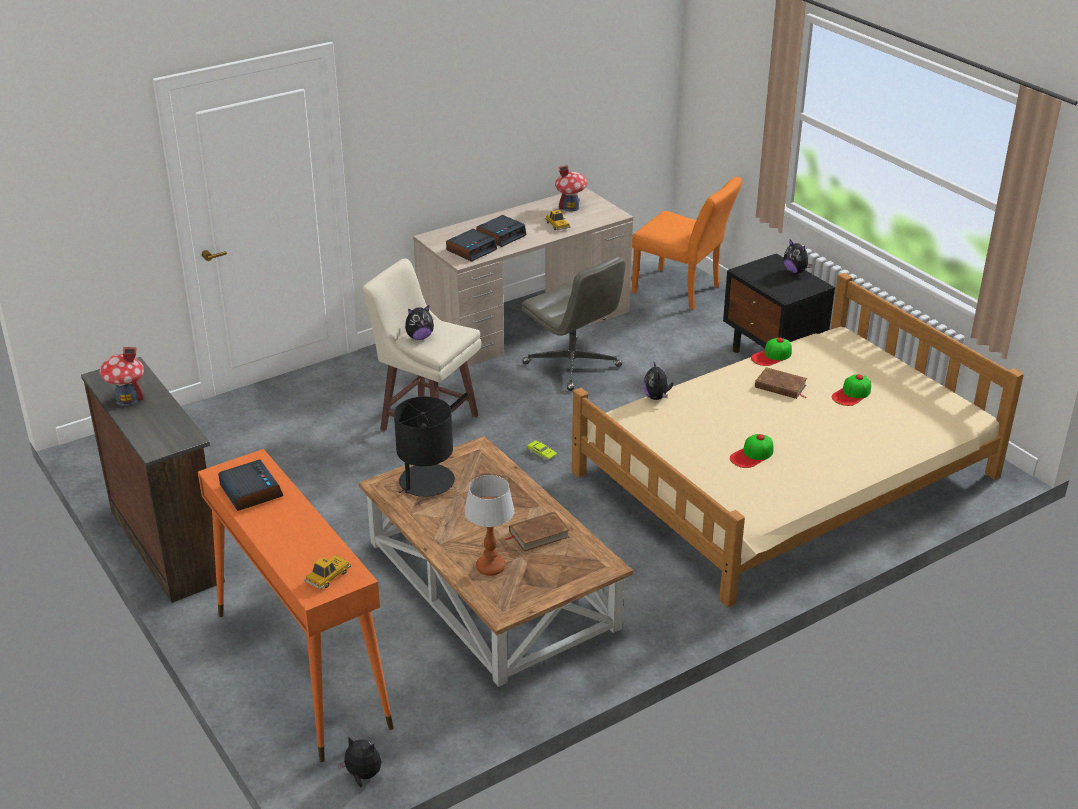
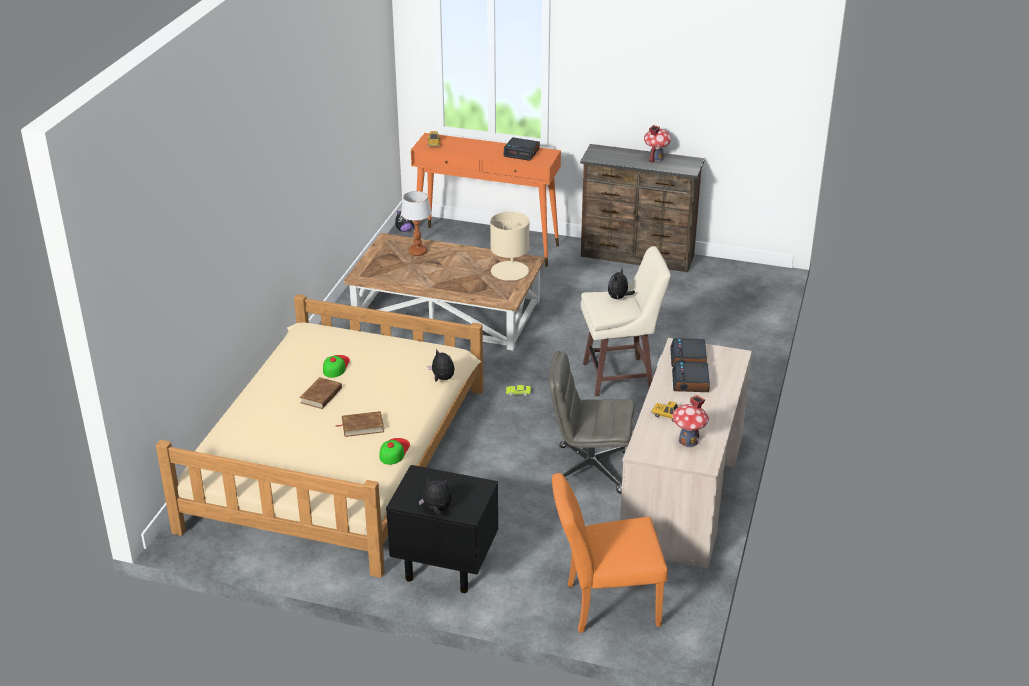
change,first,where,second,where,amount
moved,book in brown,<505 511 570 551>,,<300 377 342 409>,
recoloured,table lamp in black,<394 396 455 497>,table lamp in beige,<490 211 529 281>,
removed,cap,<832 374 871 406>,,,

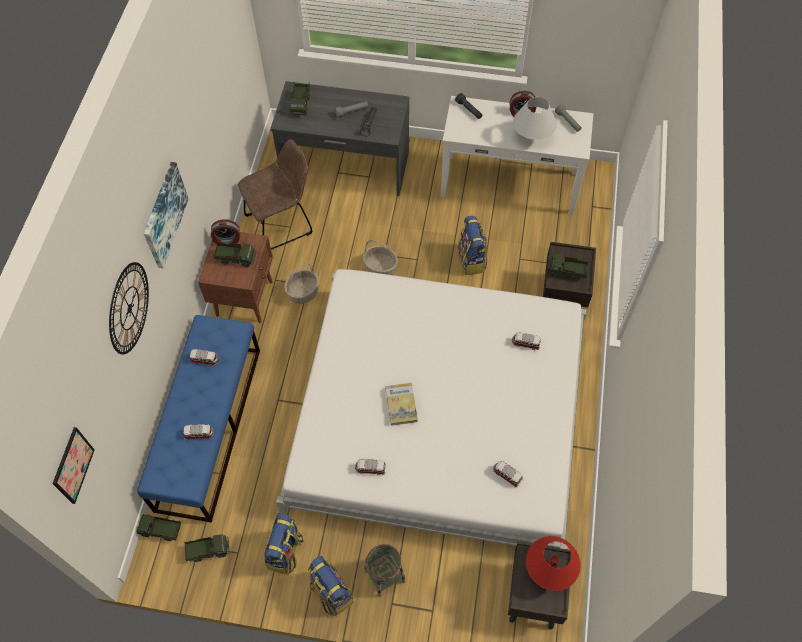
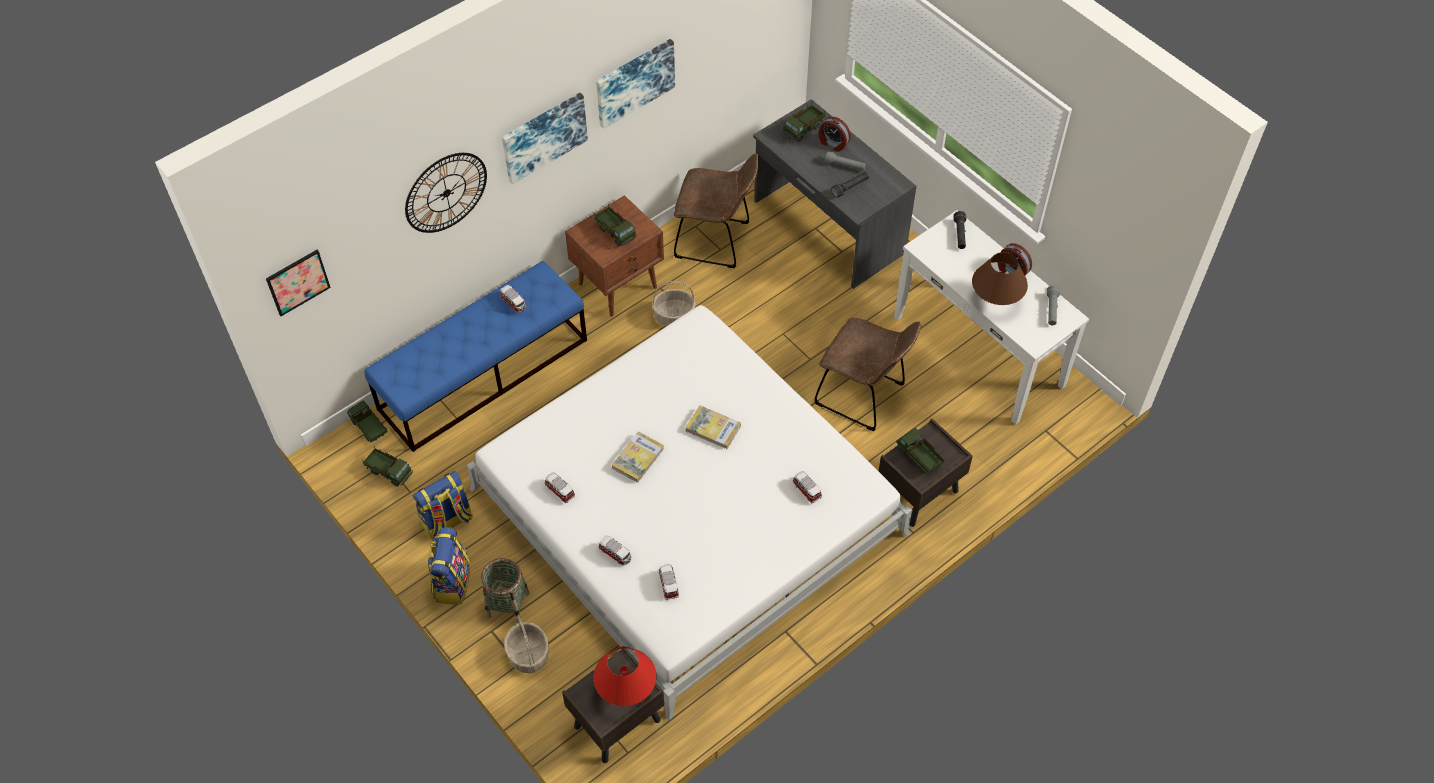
change,first,where,second,where,amount
moved,basket,<363 240 398 275>,,<504 615 549 673>,
added,,,picture,<596 39 675 129>,
moved,toy car,<184 425 214 440>,,<598 535 631 565>,
added,,,book,<685 405 741 449>,
replaced,backpack,<458 216 487 275>,chair in brown,<814 318 922 431>,
moved,alarm clock,<211 219 240 245>,,<819 117 851 152>,
recoloured,table lamp in white,<513 97 557 140>,table lamp in brown,<972 252 1028 305>,

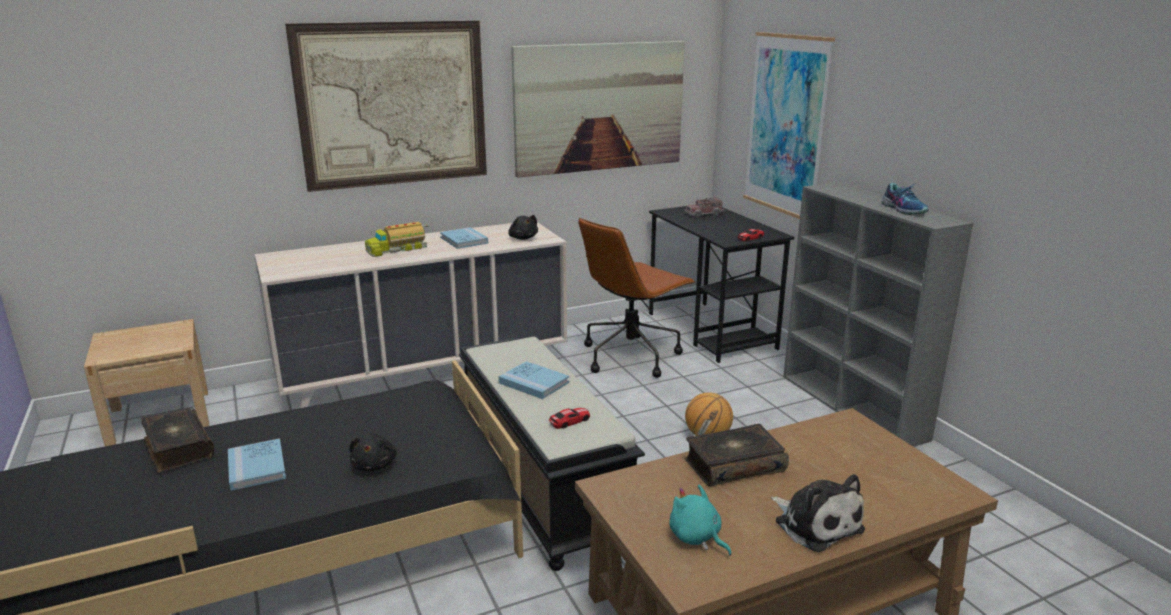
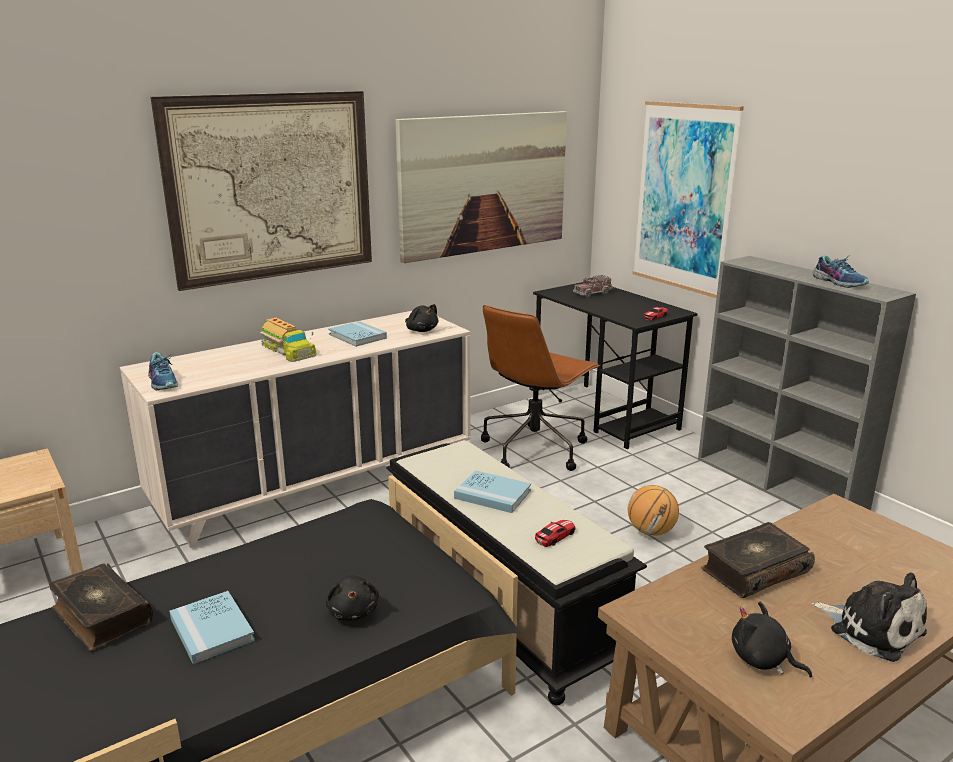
change,first,where,second,where,amount
added,,,shoe,<148 352 178 390>,
turned,toy truck,<365 222 428 257>,,<260 318 316 362>,90 degrees counterclockwise
recoloured,plush toy in turquoise,<669 485 731 555>,plush toy in black,<732 601 812 678>,

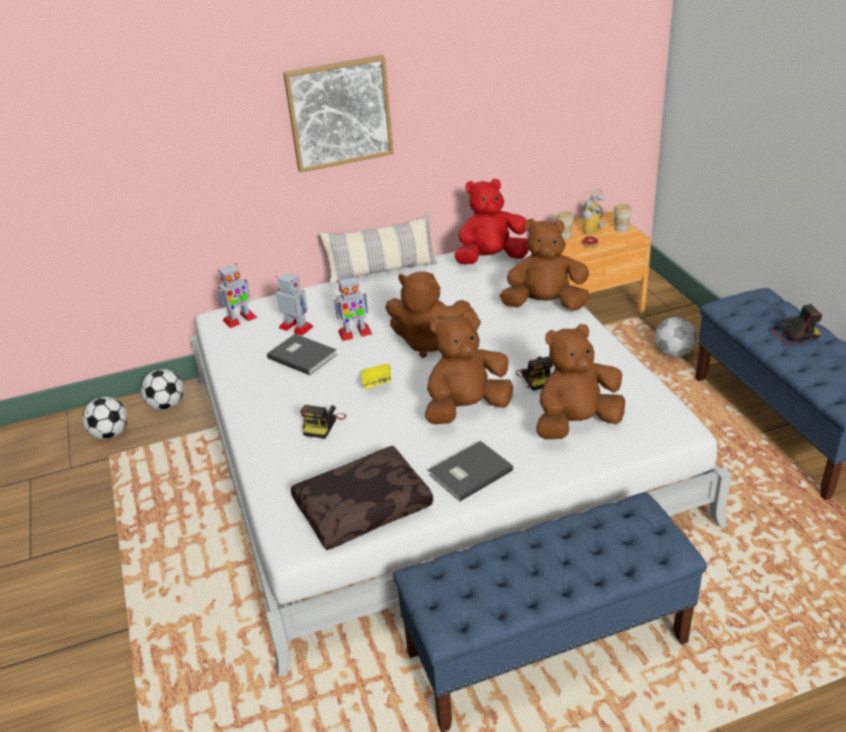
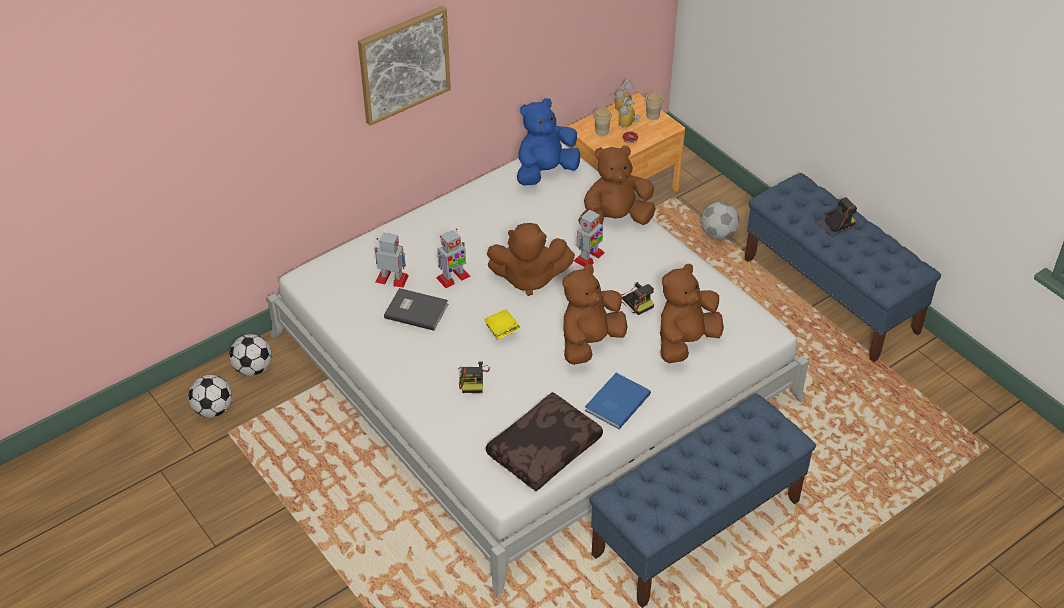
change,first,where,second,where,amount
recoloured,plush toy in red,<454 178 529 264>,plush toy in blue,<517 98 580 186>,
moved,toy robot,<217 263 258 328>,,<574 208 605 267>,
recoloured,book in grey,<429 441 513 502>,book in blue,<585 373 651 429>,
removed,pillow,<320 214 437 285>,,,

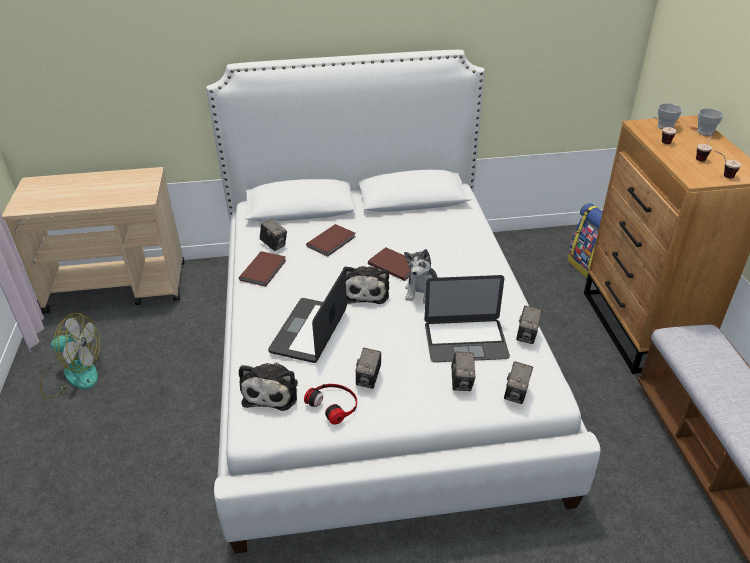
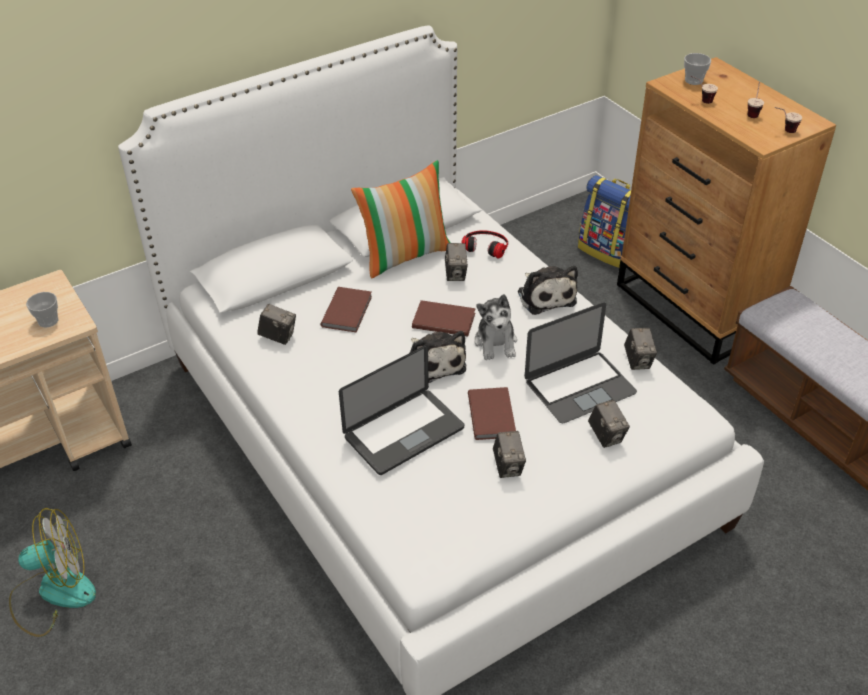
change,first,where,second,where,amount
moved,cup,<697 108 724 136>,,<26 292 58 328>,
turned,laptop,<268 268 347 363>,,<339 345 464 475>,120 degrees counterclockwise
added,,,pillow,<351 160 451 279>,
moved,photo camera,<504 361 533 404>,,<445 243 468 281>,
moved,headphones,<304 384 357 425>,,<462 230 508 259>,
moved,book in brown,<239 251 286 287>,,<468 387 516 440>,
moved,plush toy,<239 362 298 411>,,<518 266 578 315>,

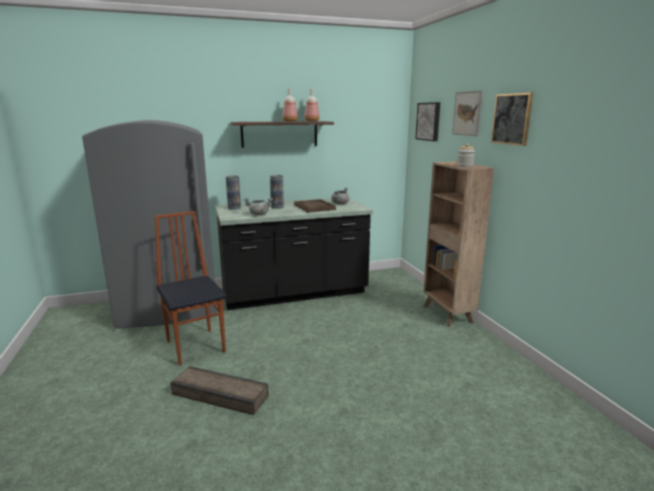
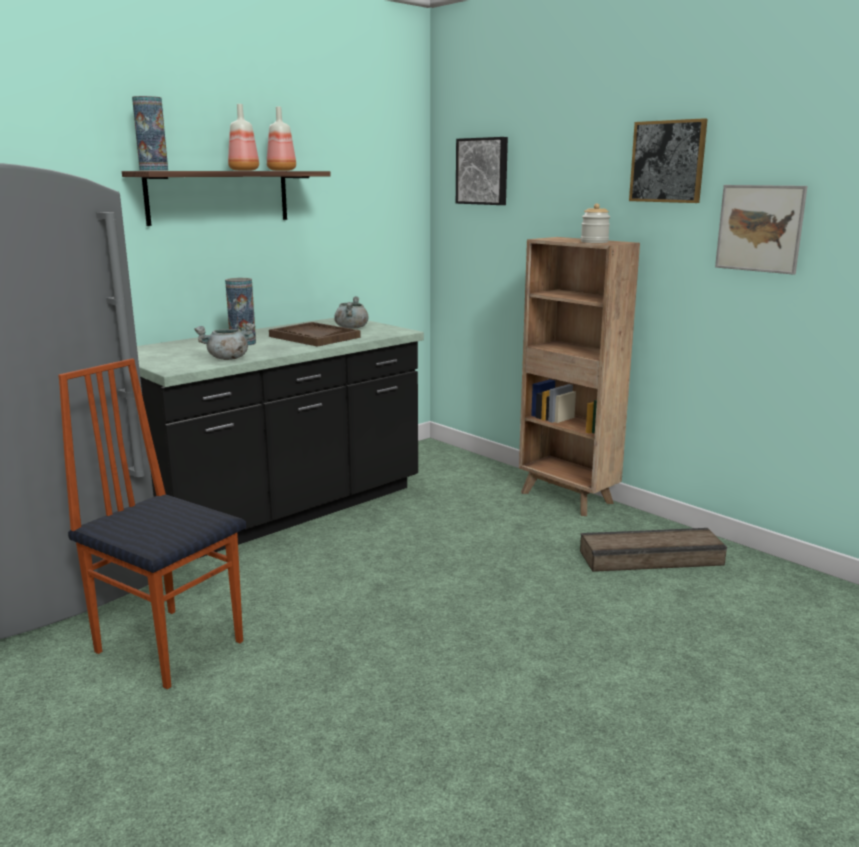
change,first,where,second,where,amount
moved,vase,<226 176 241 210>,,<132 96 168 171>,
moved,crate,<170 366 269 415>,,<580 528 727 572>,
moved,picture,<452 91 483 136>,,<715 185 808 275>,

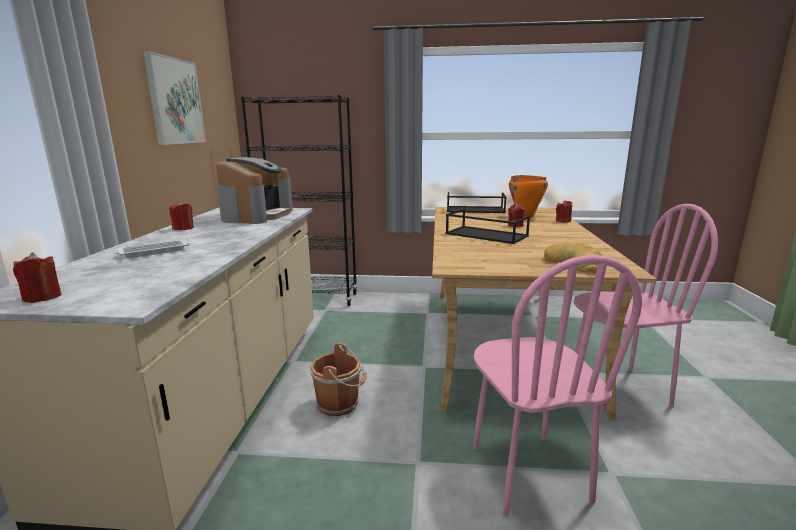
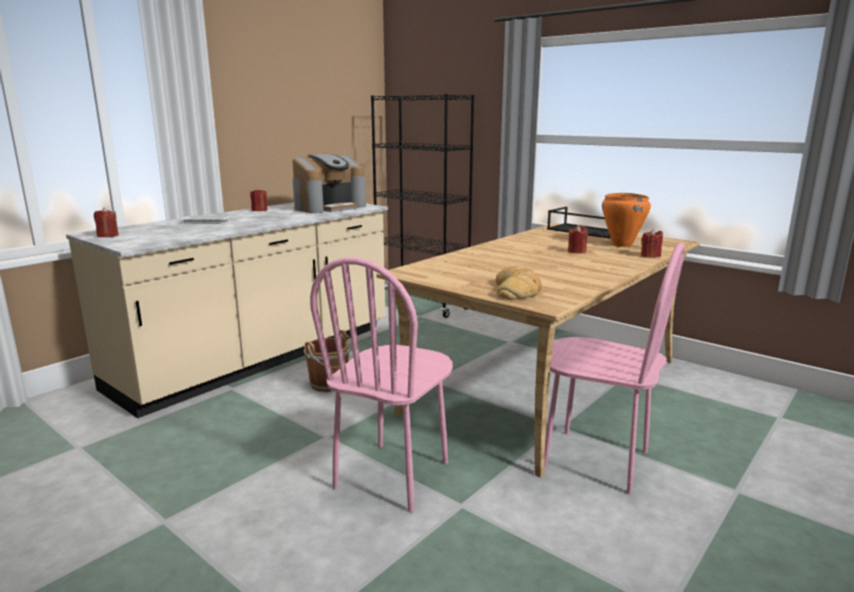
change,first,where,second,where,amount
removed,picture,<143 51 206 145>,,,
removed,tray in black,<445 209 530 244>,,,

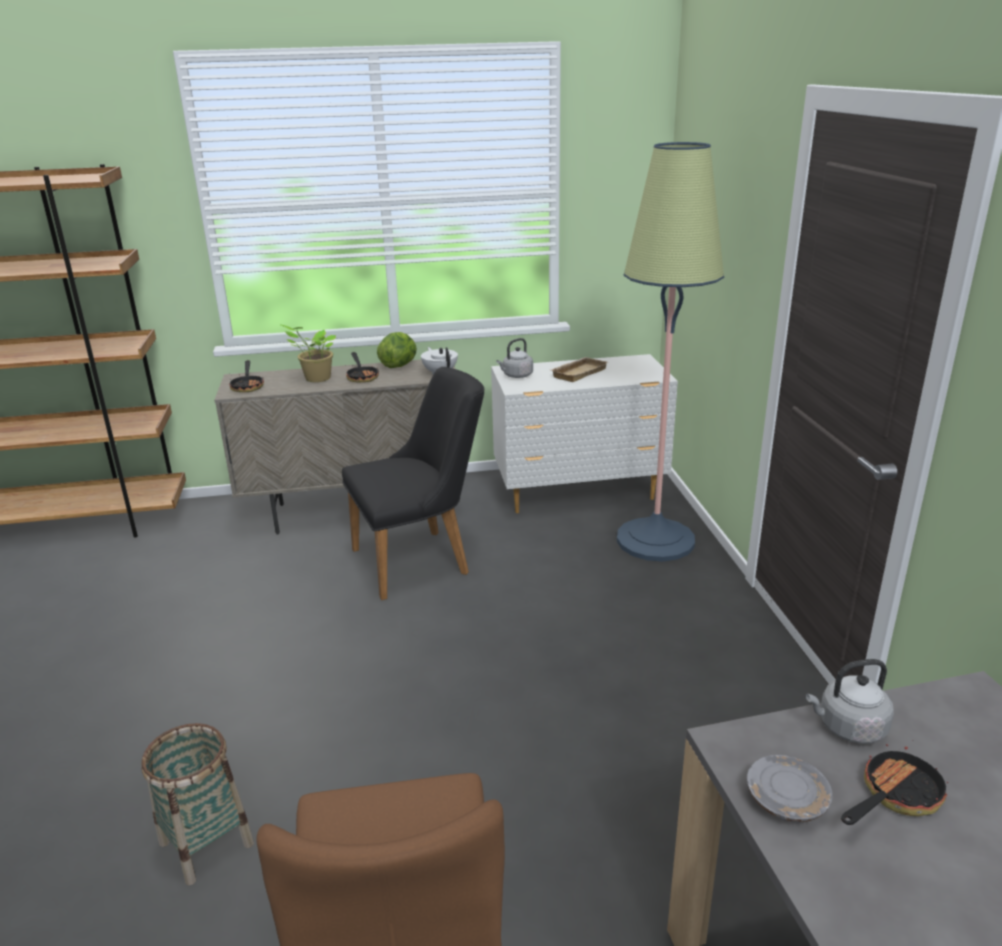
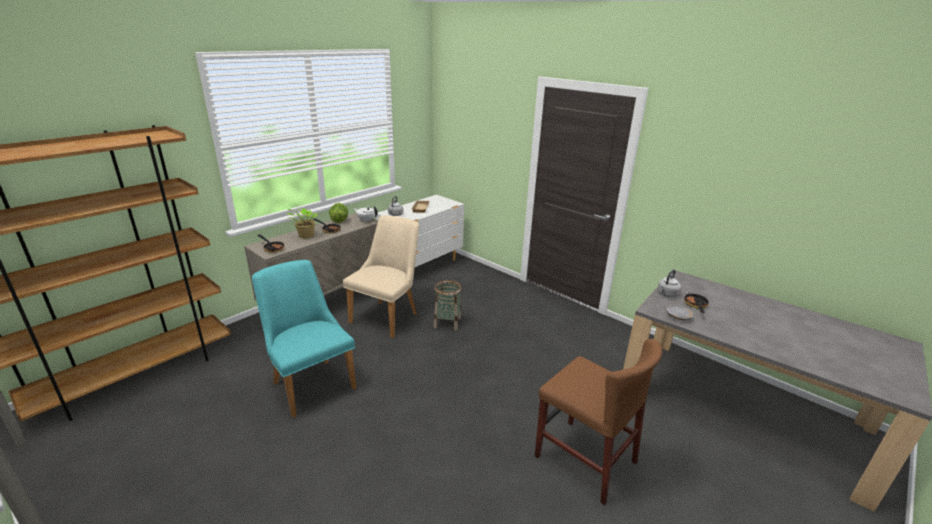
change,first,where,second,where,amount
added,,,chair in turquoise,<252 260 357 418>,
recoloured,chair in black,<342 367 484 600>,chair in beige,<343 215 419 338>,
moved,basket,<141 723 254 885>,,<434 280 461 330>,
removed,floor lamp,<617 142 724 562>,,,

